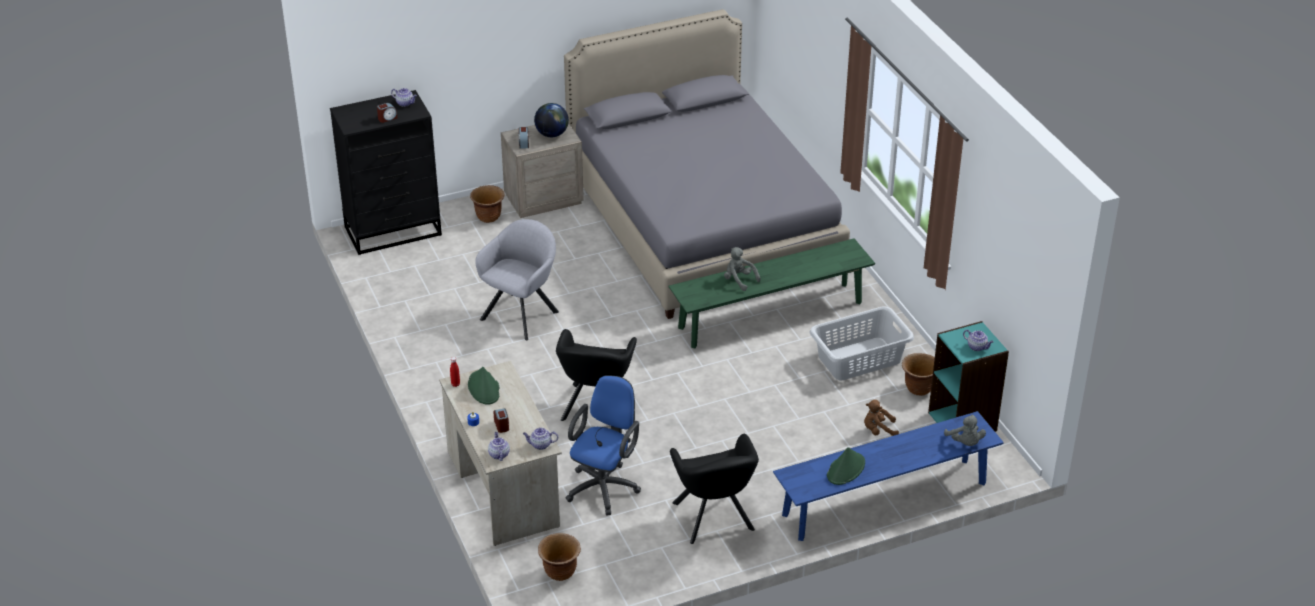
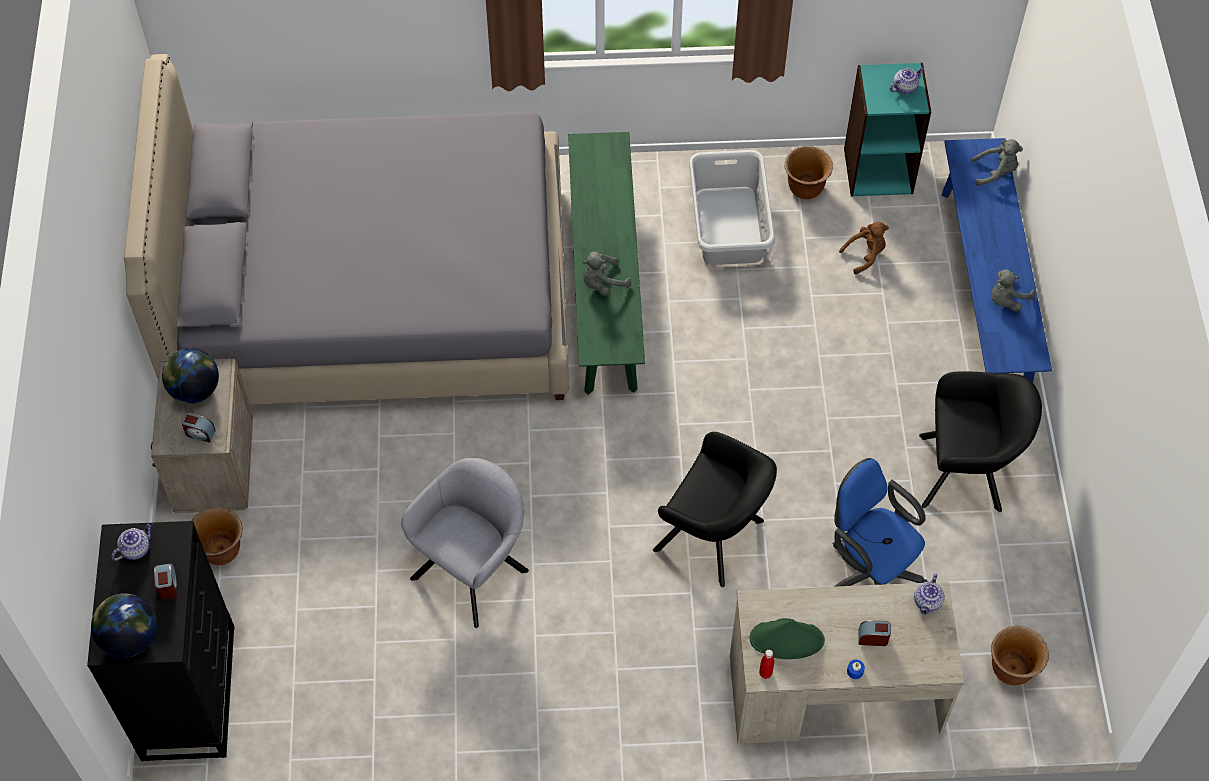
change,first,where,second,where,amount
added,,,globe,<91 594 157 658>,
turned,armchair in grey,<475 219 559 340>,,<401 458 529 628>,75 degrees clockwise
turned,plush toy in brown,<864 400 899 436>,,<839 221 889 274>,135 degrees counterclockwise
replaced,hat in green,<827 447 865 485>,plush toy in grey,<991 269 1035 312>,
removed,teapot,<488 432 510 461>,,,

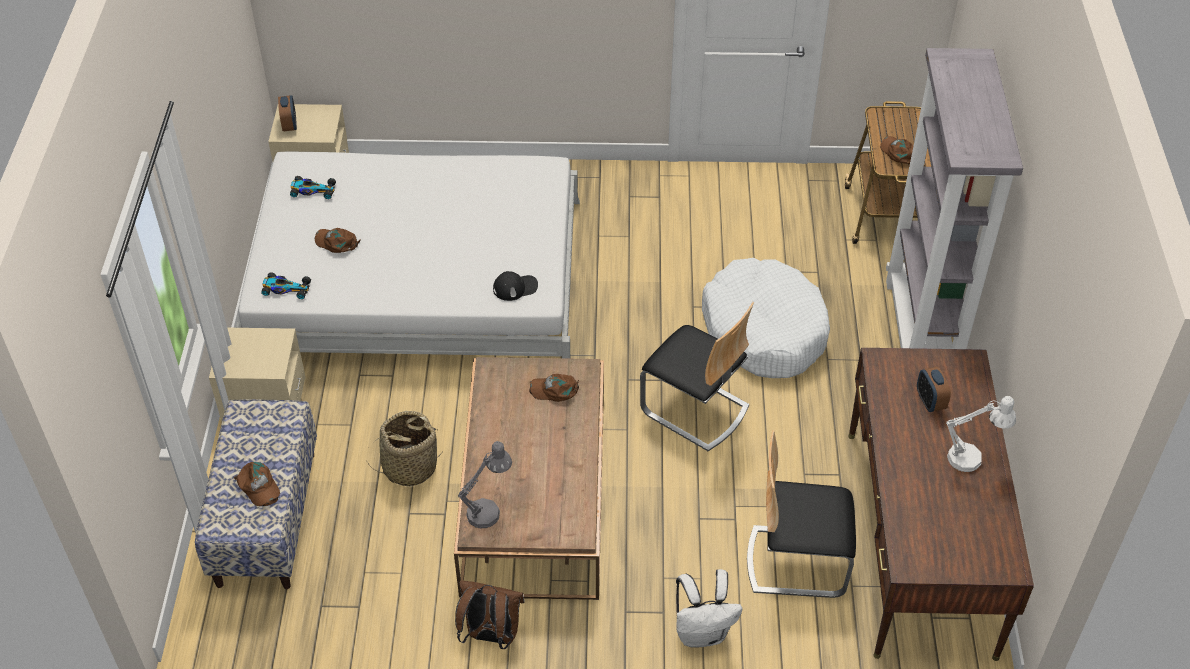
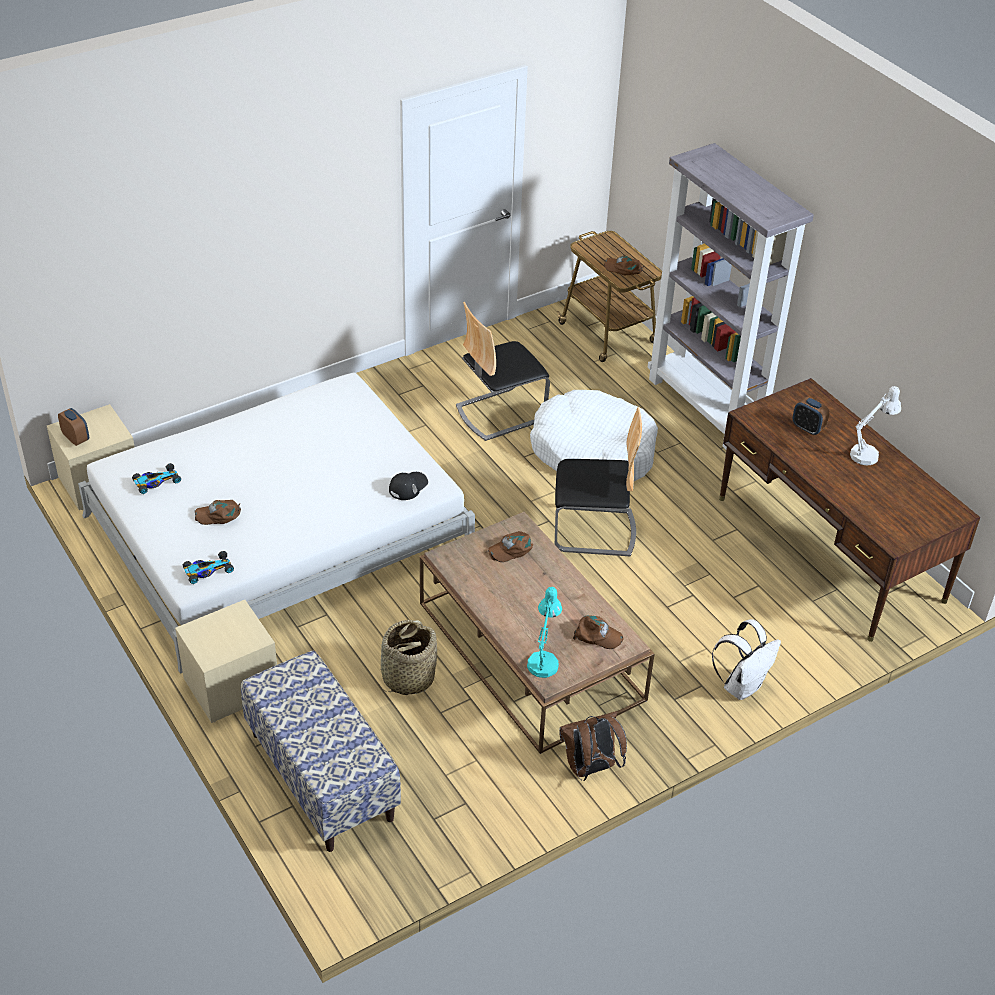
change,first,where,second,where,amount
moved,chair,<747 430 856 598>,,<456 302 550 441>,
recoloured,table lamp in grey,<458 441 512 528>,table lamp in turquoise,<527 587 562 678>,
moved,cap in brown,<234 462 280 506>,,<573 615 623 649>,

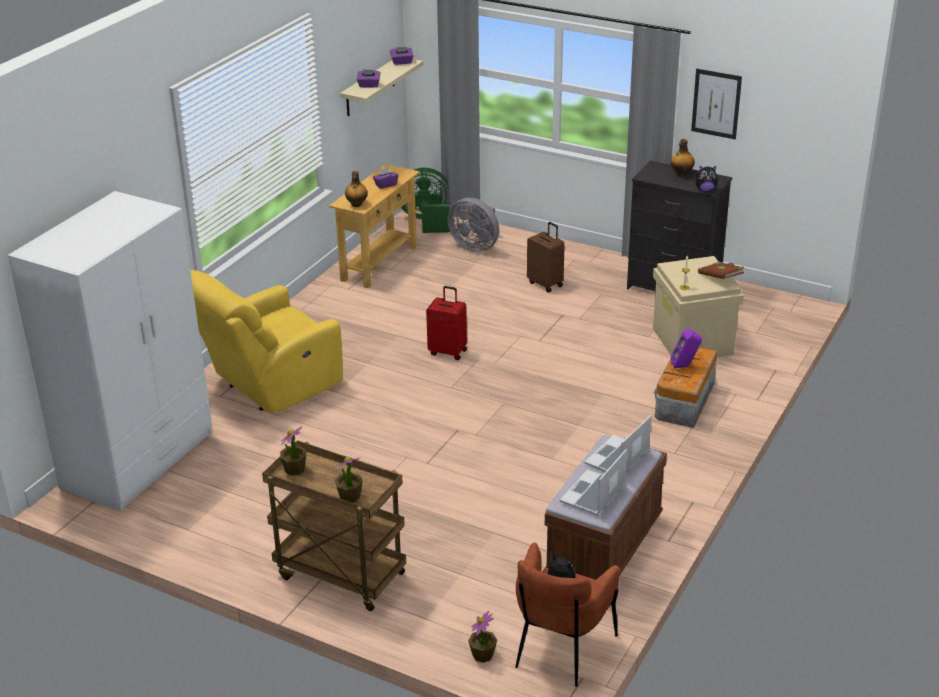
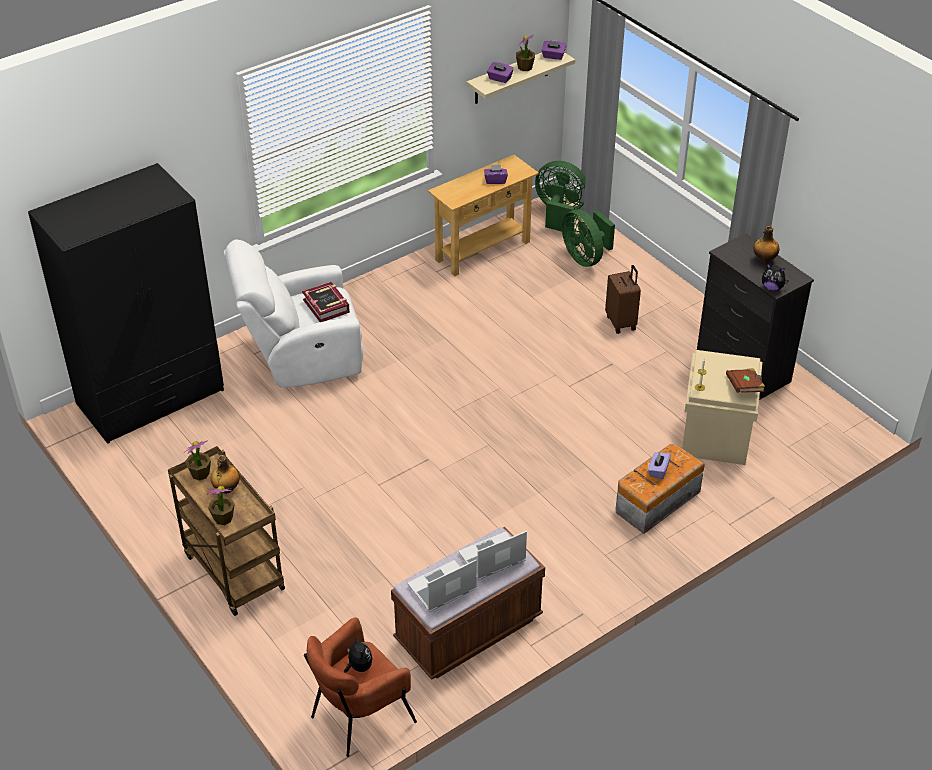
change,first,where,second,where,amount
recoloured,wardrobe in white,<8 191 212 511>,wardrobe in black,<28 163 224 444>,
moved,bottle,<345 171 368 207>,,<211 455 240 494>,
recoloured,armchair in yellow,<190 270 343 413>,armchair in white,<224 239 363 388>,
added,,,book,<302 282 350 322>,
moved,potted plant,<468 611 497 663>,,<516 34 535 71>,
recoloured,fan in grey,<447 198 499 252>,fan in green,<562 209 615 267>,
replaced,speaker in purple,<671 329 702 368>,tissue box in purple,<648 451 671 479>,
removed,suitcase in red,<426 286 467 360>,,,
removed,picture,<691 69 742 139>,,,

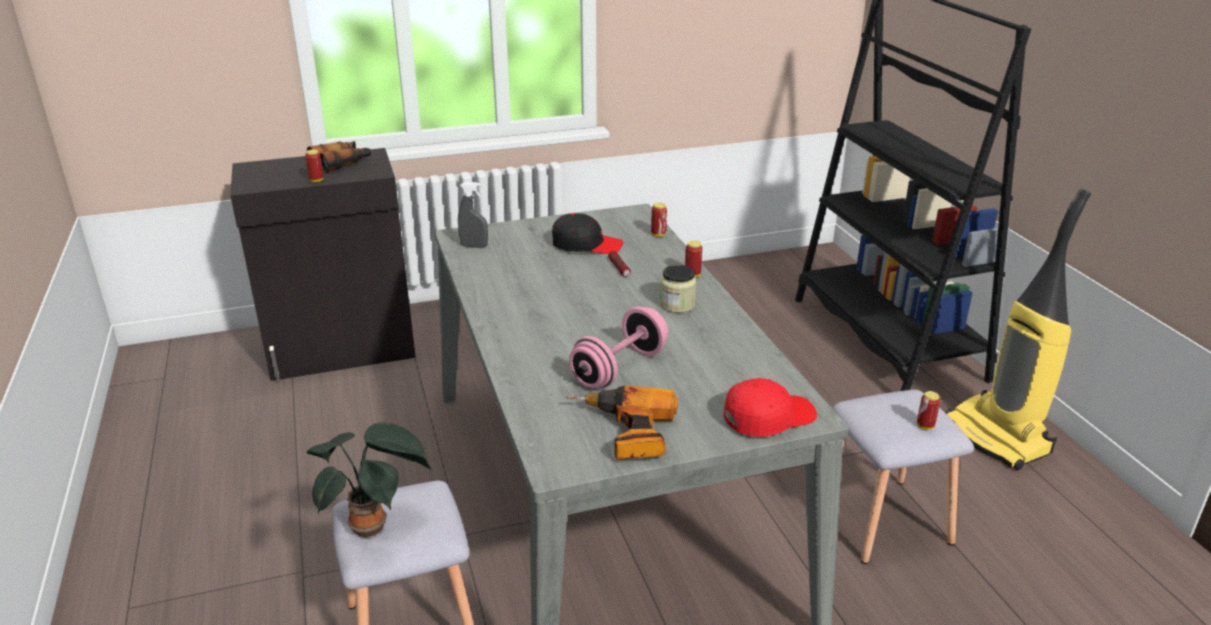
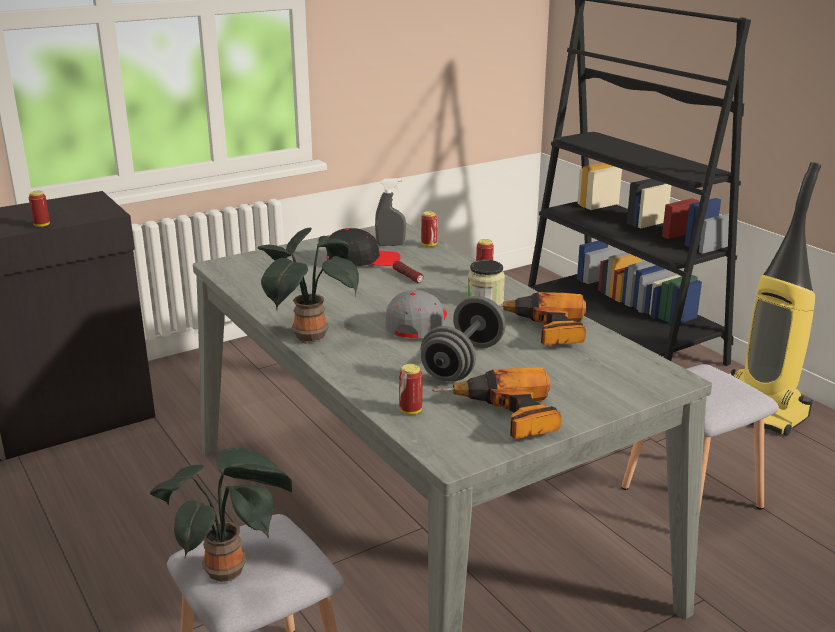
change,first,where,second,where,amount
added,,,potted plant,<257 228 359 344>,
moved,spray bottle in grey,<458 182 488 248>,,<375 178 406 246>,
added,,,cap in grey,<385 290 447 338>,
moved,can,<917 391 940 430>,,<399 364 422 415>,
recoloured,dumbbell in pink,<569 307 668 388>,dumbbell in grey,<421 296 505 381>,
added,,,power drill,<499 292 586 345>,
removed,binoculars,<307 141 371 173>,,,
removed,cap in red,<723 378 817 437>,,,

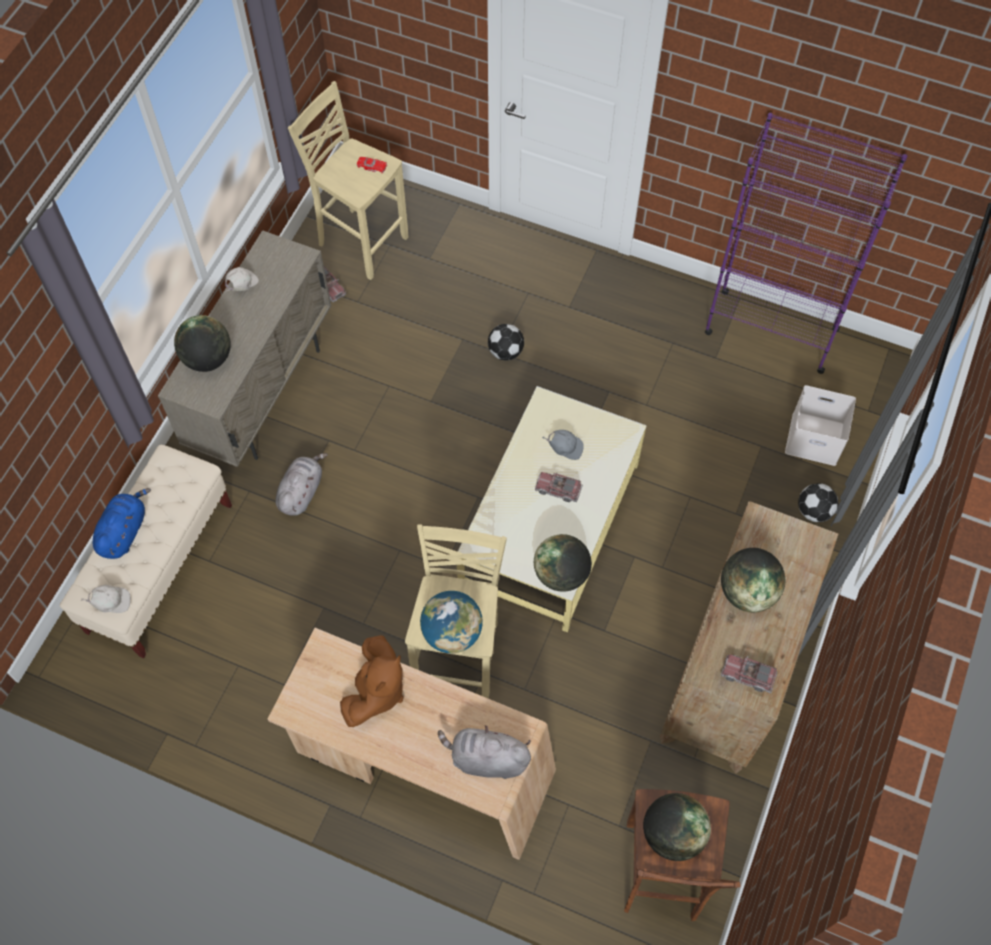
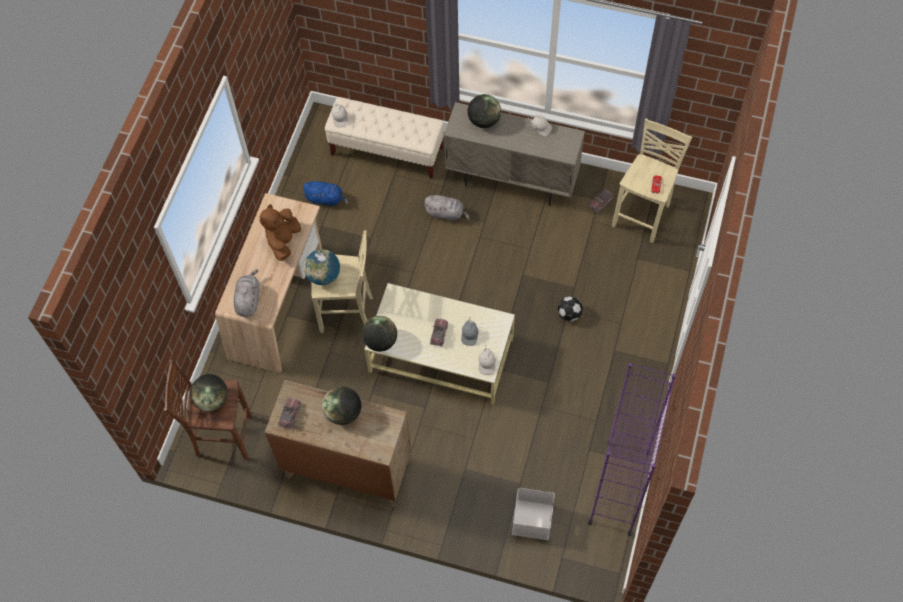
change,first,where,second,where,amount
turned,plush toy in brown,<340 635 404 727>,,<259 204 301 261>,90 degrees clockwise
moved,plush toy in blue,<93 488 151 559>,,<302 181 349 206>,
added,,,cap in white,<479 345 496 375>,
removed,football,<798 483 838 522>,,,

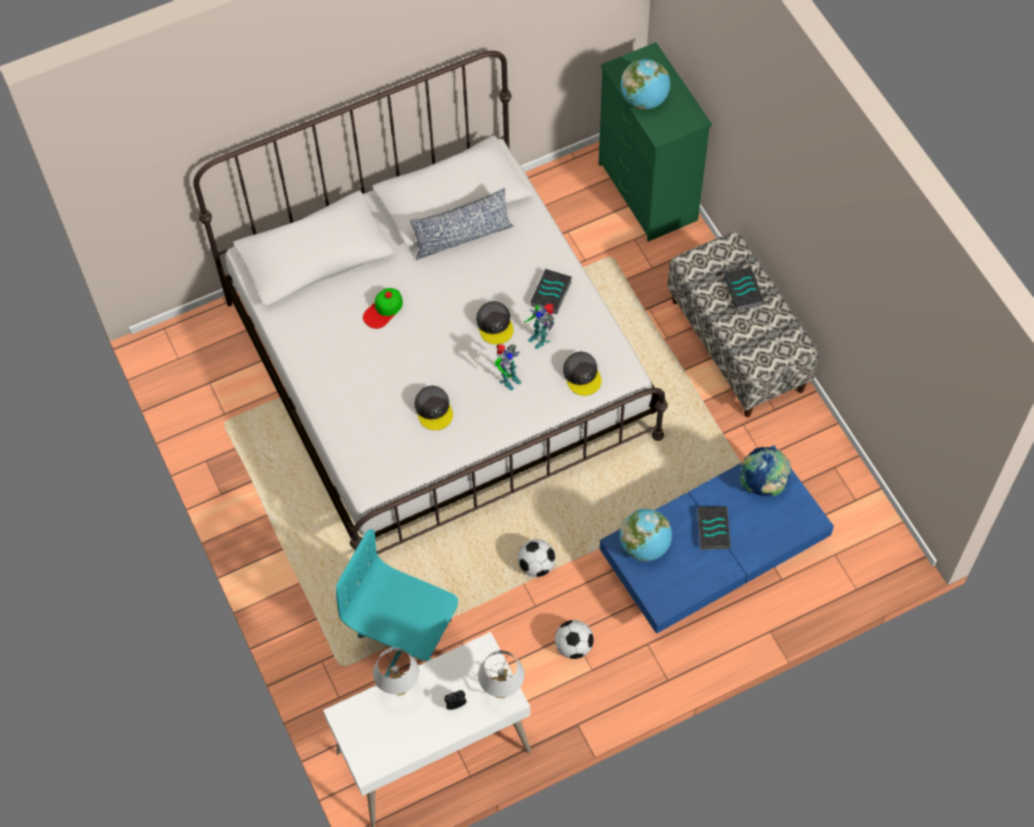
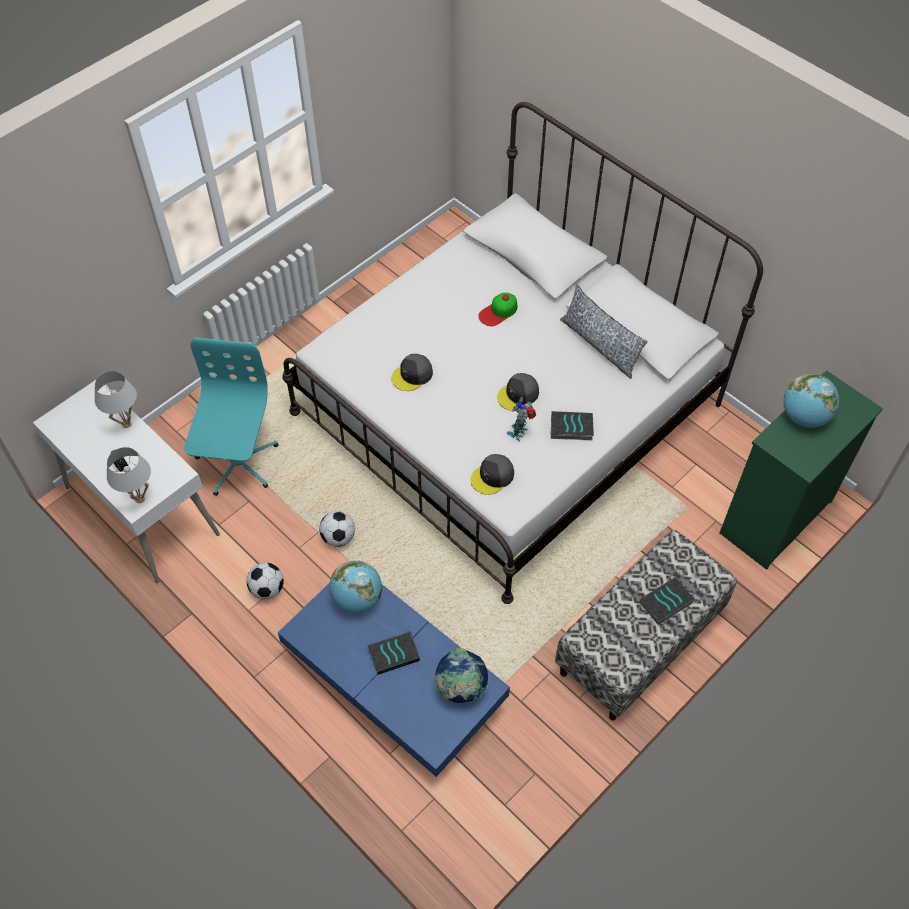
change,first,where,second,where,amount
turned,cap,<363 288 403 329>,,<478 293 517 326>,60 degrees counterclockwise
removed,toy robot,<494 344 521 390>,,,

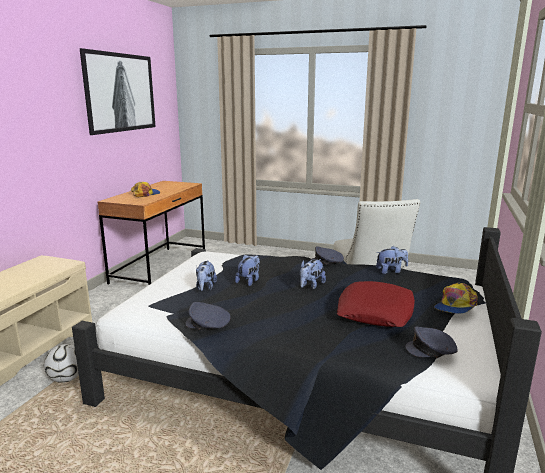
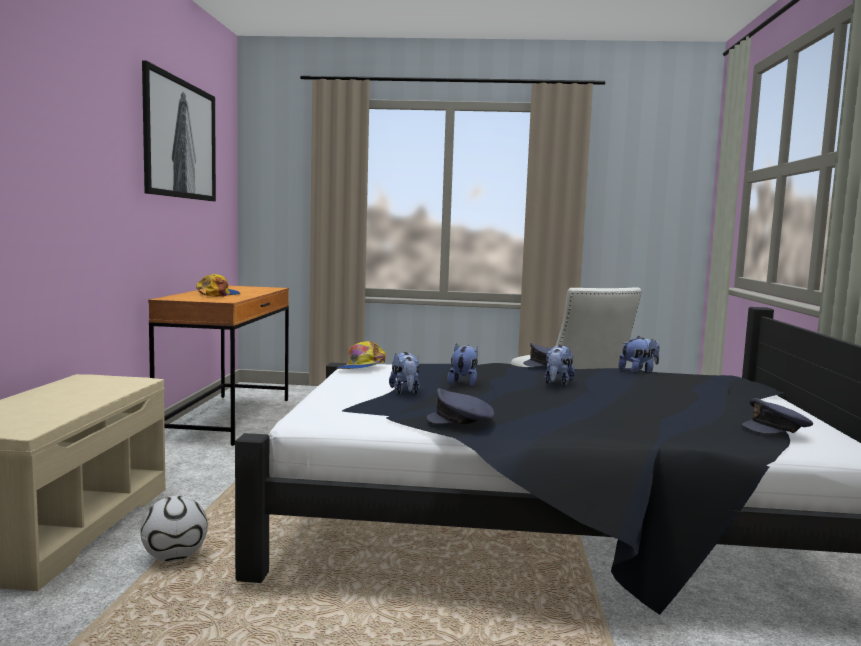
change,first,where,second,where,amount
moved,cap,<434 283 478 314>,,<337 341 386 369>,
removed,pillow in red,<337 281 415 327>,,,

